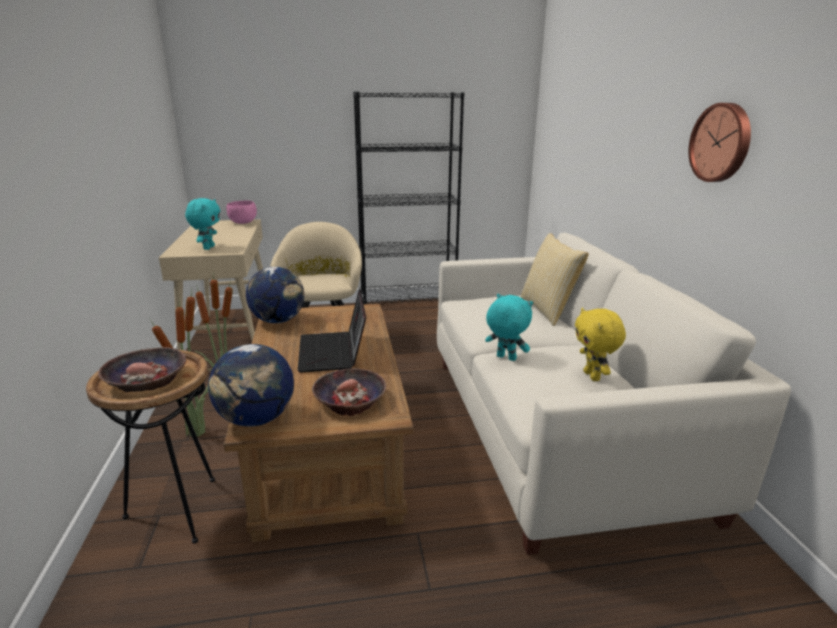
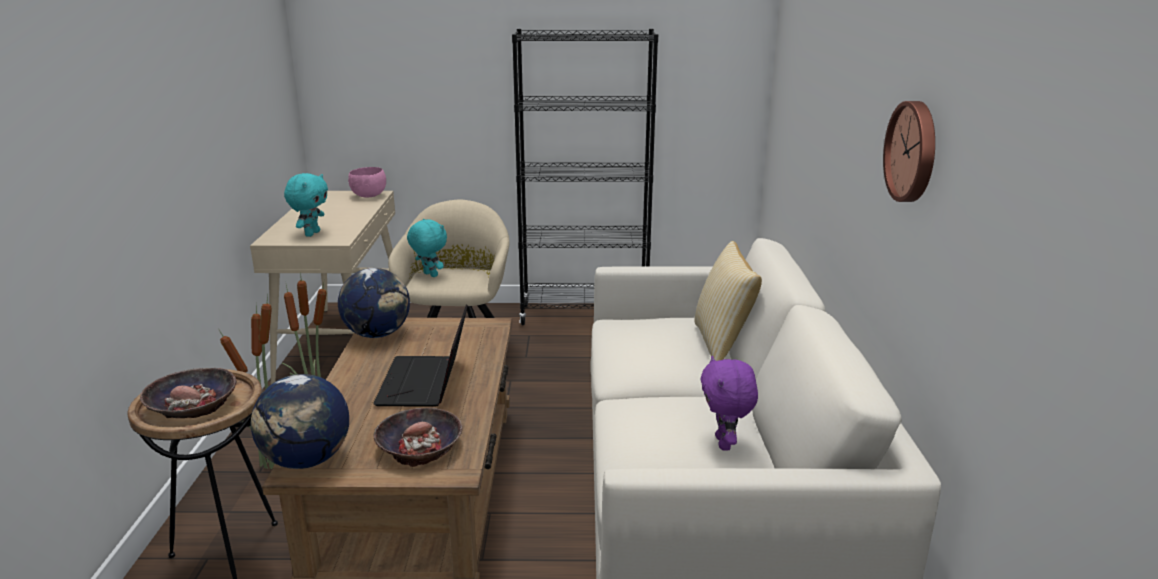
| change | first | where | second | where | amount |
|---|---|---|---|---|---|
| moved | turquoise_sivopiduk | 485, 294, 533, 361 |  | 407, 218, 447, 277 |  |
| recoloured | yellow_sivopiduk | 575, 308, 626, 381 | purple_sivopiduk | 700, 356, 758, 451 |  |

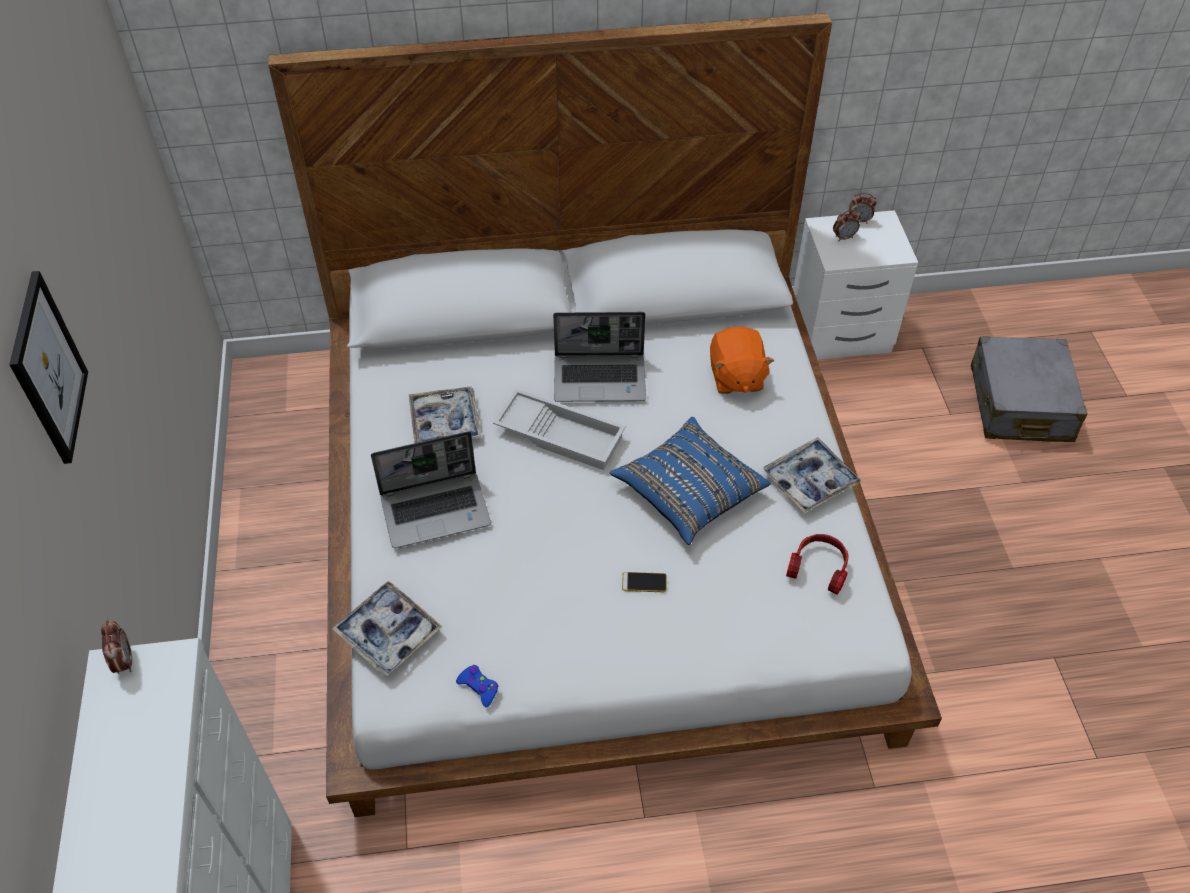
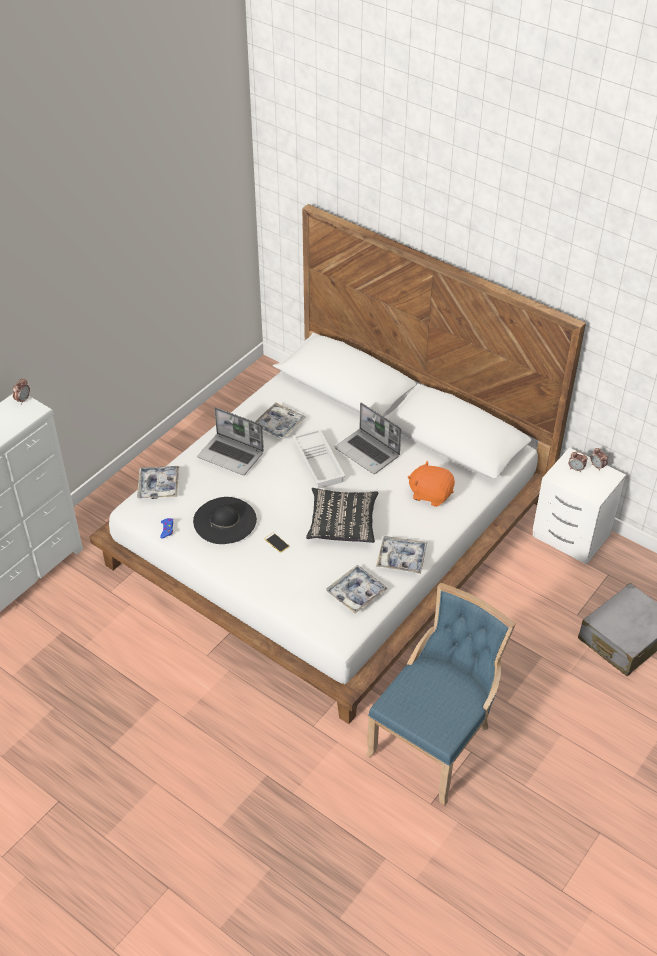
| change | first | where | second | where | amount |
|---|---|---|---|---|---|
| removed | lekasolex | 9, 271, 88, 464 |  |  |  |
| added |  |  | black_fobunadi | 193, 497, 257, 544 |  |
| added |  |  | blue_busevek | 365, 583, 516, 806 |  |
| replaced | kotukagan | 786, 534, 848, 595 | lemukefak | 326, 565, 388, 614 |  |
| recoloured | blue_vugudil | 610, 417, 771, 545 | black_vugudil | 306, 488, 378, 543 |  |
| turned | orange_sivopiduk | 710, 327, 774, 394 |  | 408, 461, 455, 507 | 75 degrees clockwise |

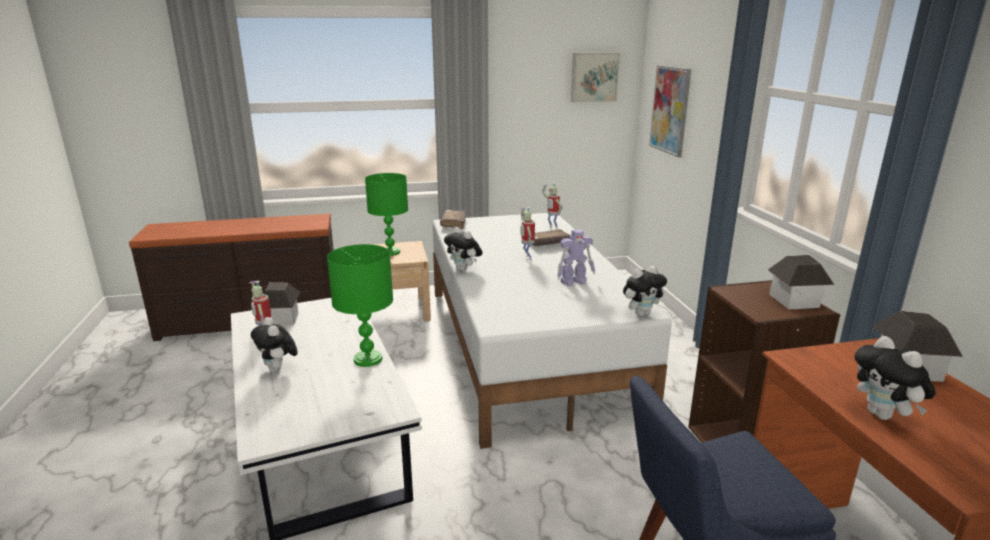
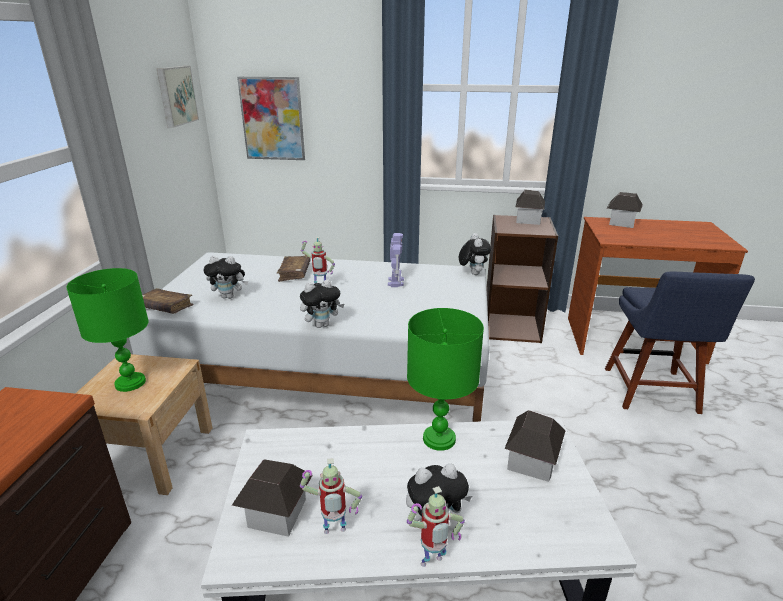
| change | first | where | second | where | amount |
|---|---|---|---|---|---|
| added |  |  | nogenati | 505, 410, 565, 482 |  |
| moved | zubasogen | 542, 183, 563, 229 |  | 407, 486, 465, 567 |  |
| moved | sivopiduk | 854, 336, 936, 420 |  | 204, 256, 248, 299 |  |

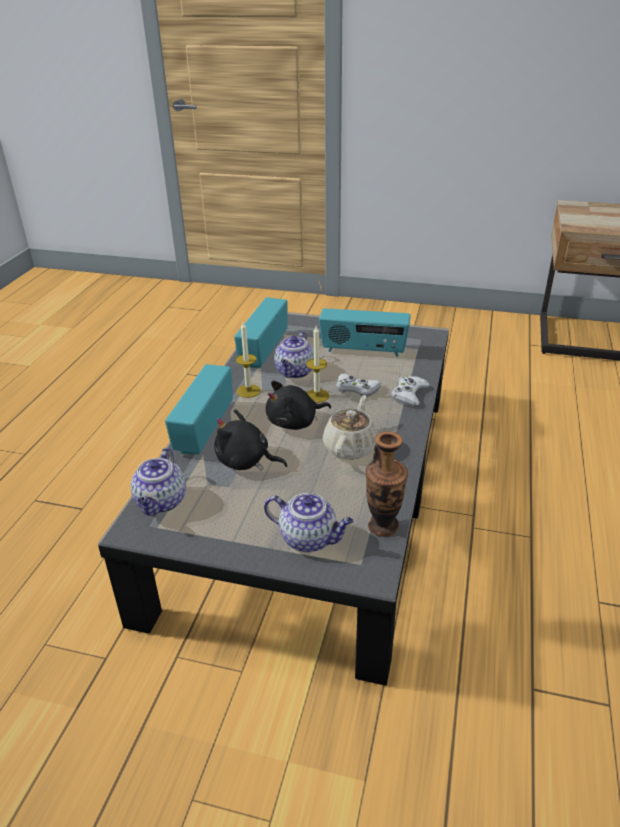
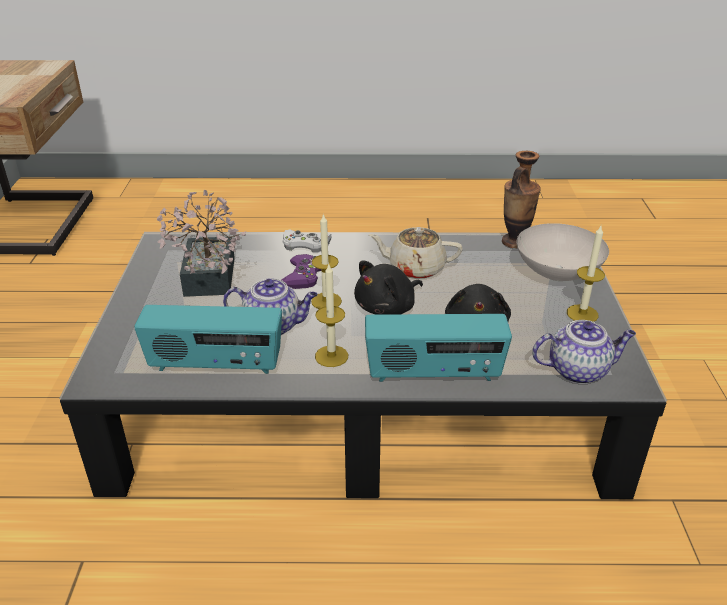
| change | first | where | second | where | amount |
|---|---|---|---|---|---|
| added |  |  | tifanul | 567, 226, 605, 322 |  |
| replaced | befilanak | 264, 493, 354, 553 | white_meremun | 517, 223, 609, 281 |  |
| replaced | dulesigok | 319, 308, 411, 356 | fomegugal | 157, 190, 246, 297 |  |
| recoloured | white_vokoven | 337, 374, 381, 398 | purple_vokoven | 282, 254, 321, 289 |  |
| turned | black_sivopiduk | 266, 381, 331, 430 |  | 354, 260, 423, 315 | 90 degrees clockwise |

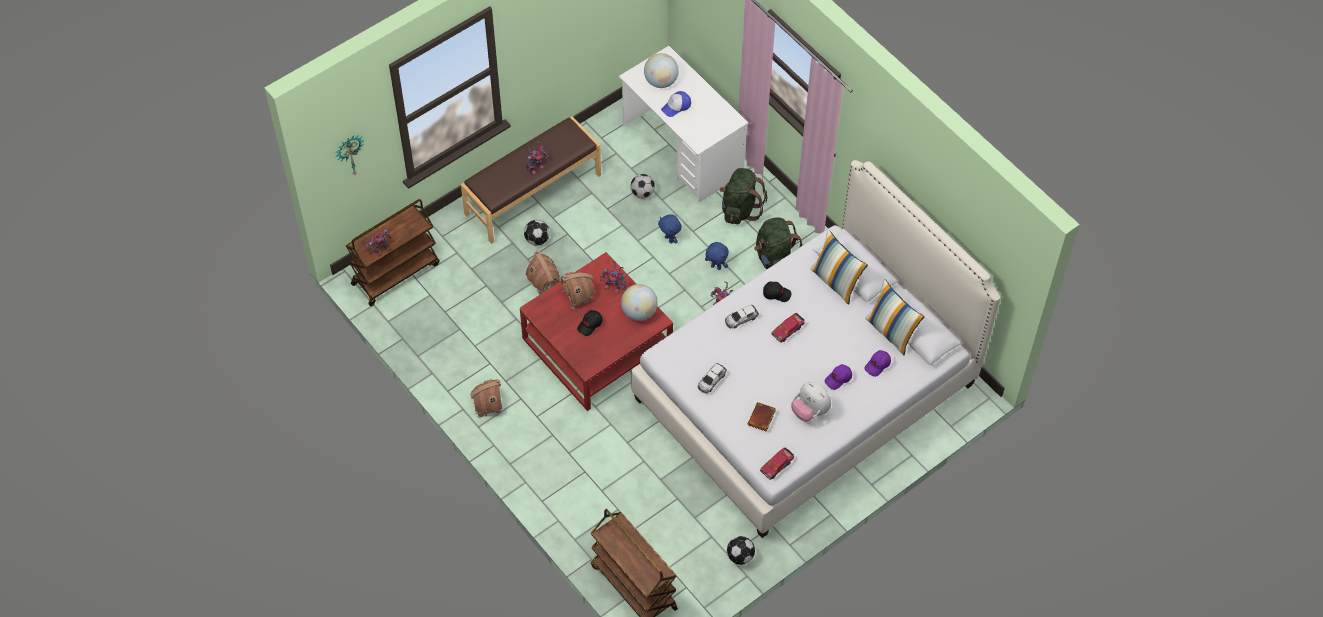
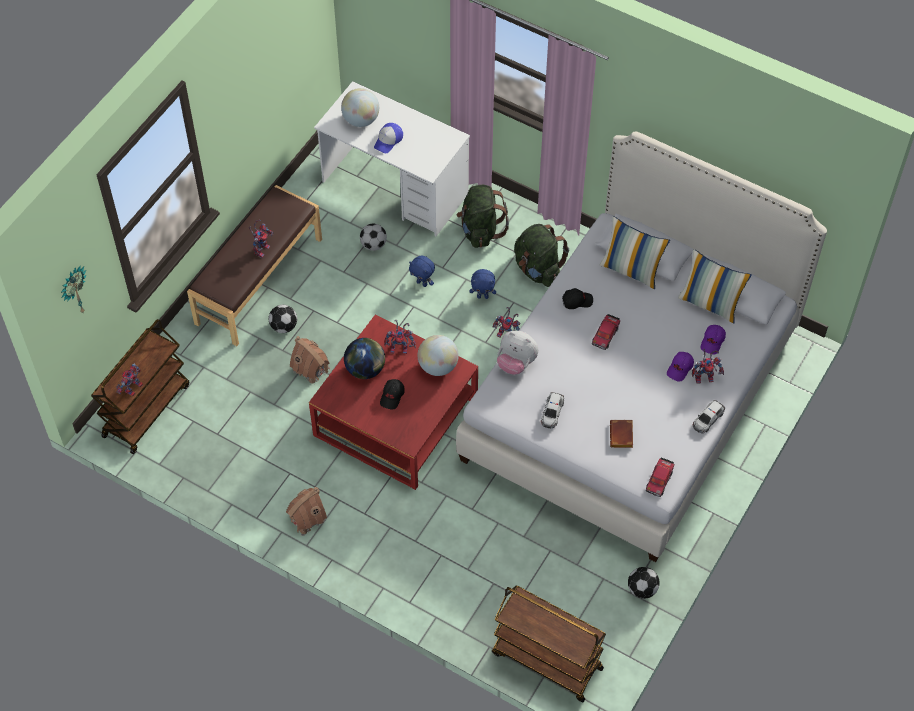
| change | first | where | second | where | amount |
|---|---|---|---|---|---|
| added |  |  | zubasogen | 692, 349, 724, 384 |  |
| moved | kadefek | 725, 305, 759, 329 |  | 693, 400, 725, 433 |  |
| moved | sivopiduk | 791, 382, 831, 421 |  | 497, 331, 538, 375 |  |
| replaced | nogenati | 560, 272, 595, 309 | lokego | 344, 338, 385, 379 |  |

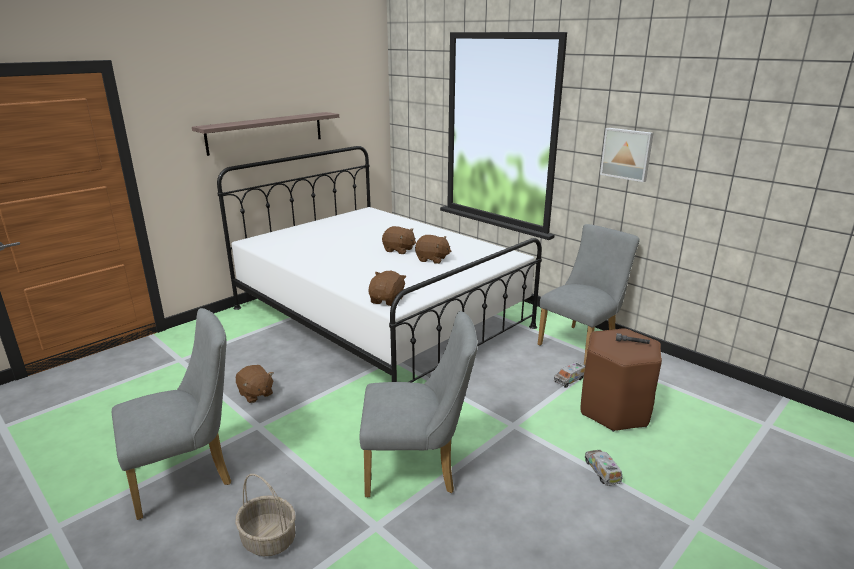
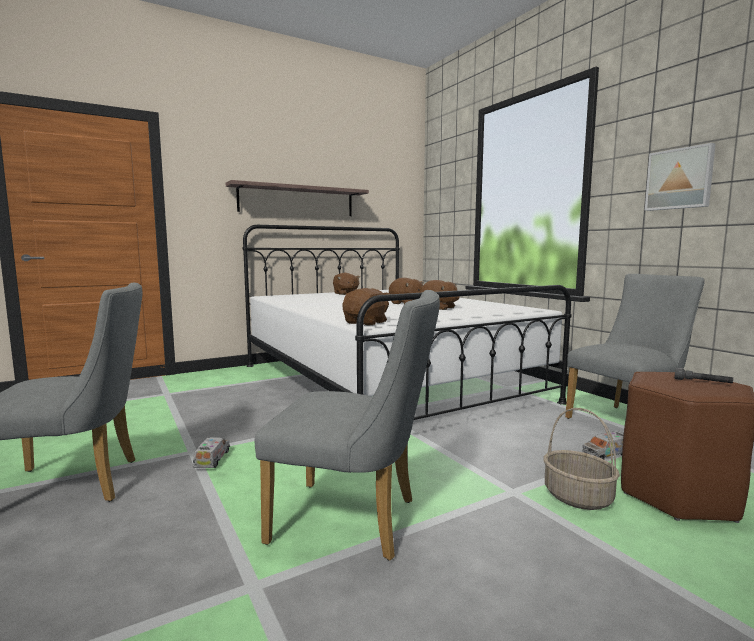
| change | first | where | second | where | amount |
|---|---|---|---|---|---|
| moved | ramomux | 235, 474, 296, 556 |  | 543, 408, 620, 510 |  |
| moved | brown_sivopiduk | 236, 365, 274, 403 |  | 333, 273, 360, 295 |  |
| moved | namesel | 585, 450, 622, 486 |  | 193, 437, 230, 468 |  |

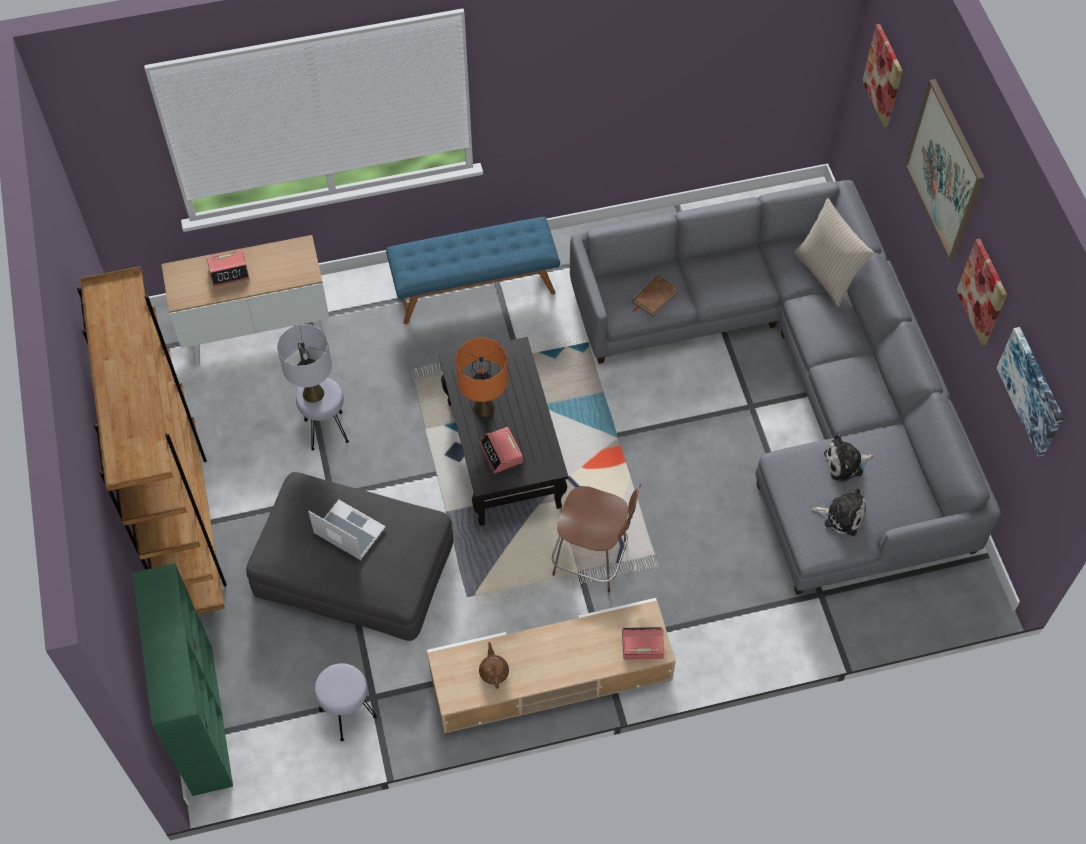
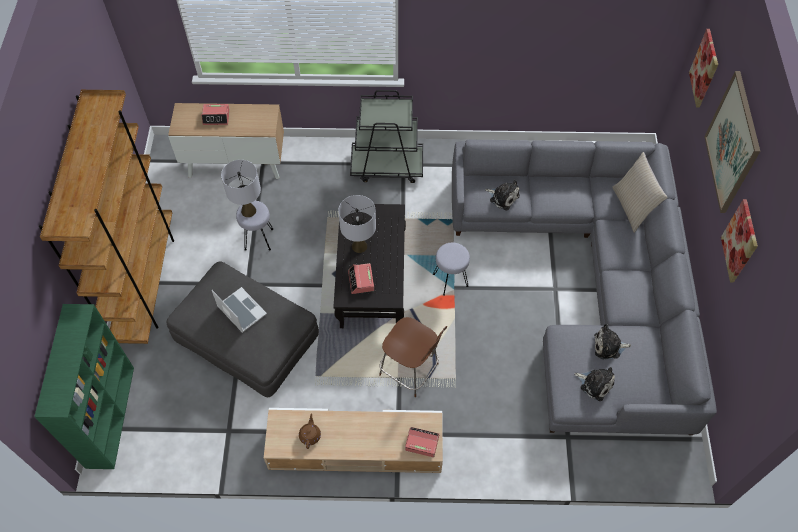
| change | first | where | second | where | amount |
|---|---|---|---|---|---|
| removed | lekasolex | 997, 327, 1064, 456 |  |  |  |
| moved | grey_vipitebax | 314, 663, 377, 741 |  | 433, 243, 470, 296 |  |
| replaced | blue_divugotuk | 386, 217, 560, 324 | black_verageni | 350, 90, 423, 183 |  |
| replaced | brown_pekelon | 632, 275, 678, 317 | sivopiduk | 485, 180, 520, 210 |  |
| recoloured | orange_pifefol | 456, 338, 507, 417 | grey_pifefol | 338, 195, 376, 253 |  |

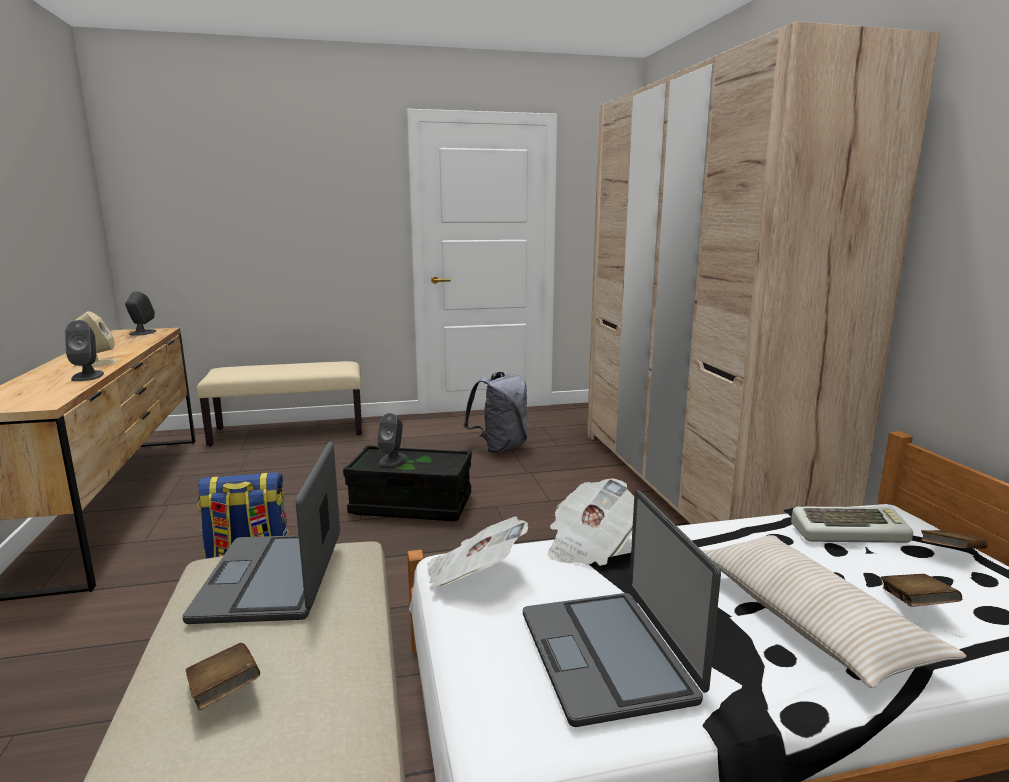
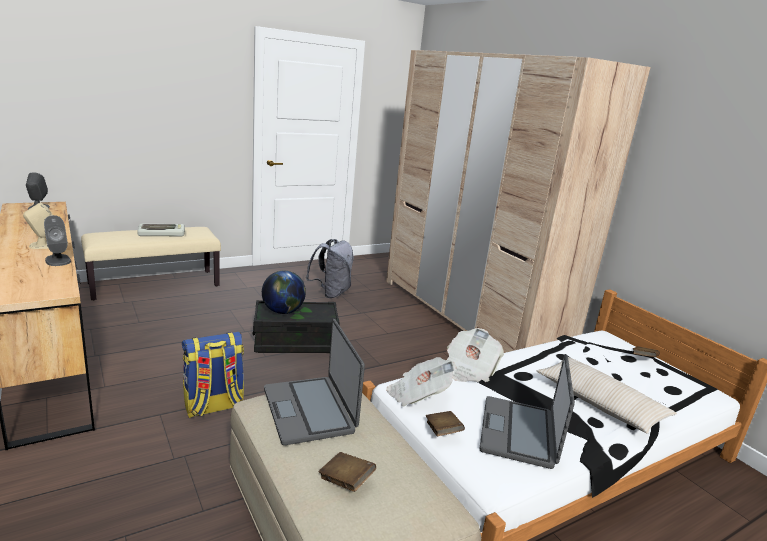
| change | first | where | second | where | amount |
|---|---|---|---|---|---|
| moved | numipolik | 791, 506, 913, 543 |  | 137, 224, 185, 236 |  |
| moved | brown_pekelon | 880, 574, 962, 607 |  | 426, 411, 465, 436 |  |
| replaced | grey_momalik | 377, 413, 406, 466 | lokego | 262, 271, 306, 314 |  |
| turned | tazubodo | 523, 490, 721, 727 |  | 479, 354, 575, 469 | 45 degrees clockwise |

